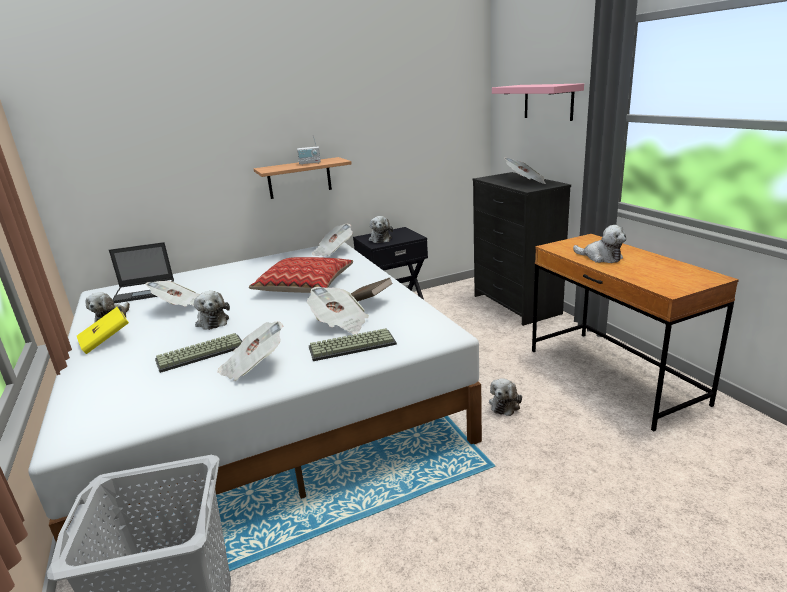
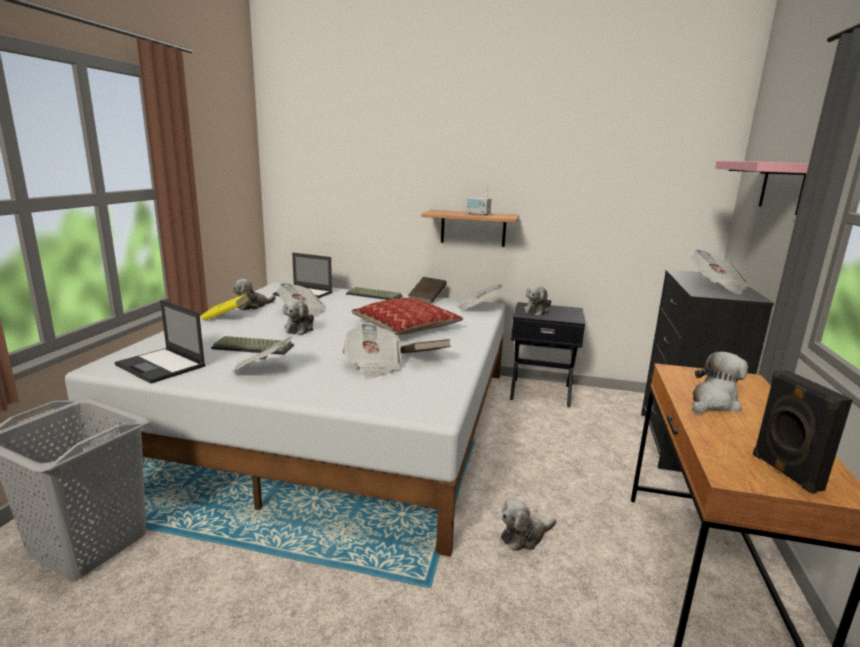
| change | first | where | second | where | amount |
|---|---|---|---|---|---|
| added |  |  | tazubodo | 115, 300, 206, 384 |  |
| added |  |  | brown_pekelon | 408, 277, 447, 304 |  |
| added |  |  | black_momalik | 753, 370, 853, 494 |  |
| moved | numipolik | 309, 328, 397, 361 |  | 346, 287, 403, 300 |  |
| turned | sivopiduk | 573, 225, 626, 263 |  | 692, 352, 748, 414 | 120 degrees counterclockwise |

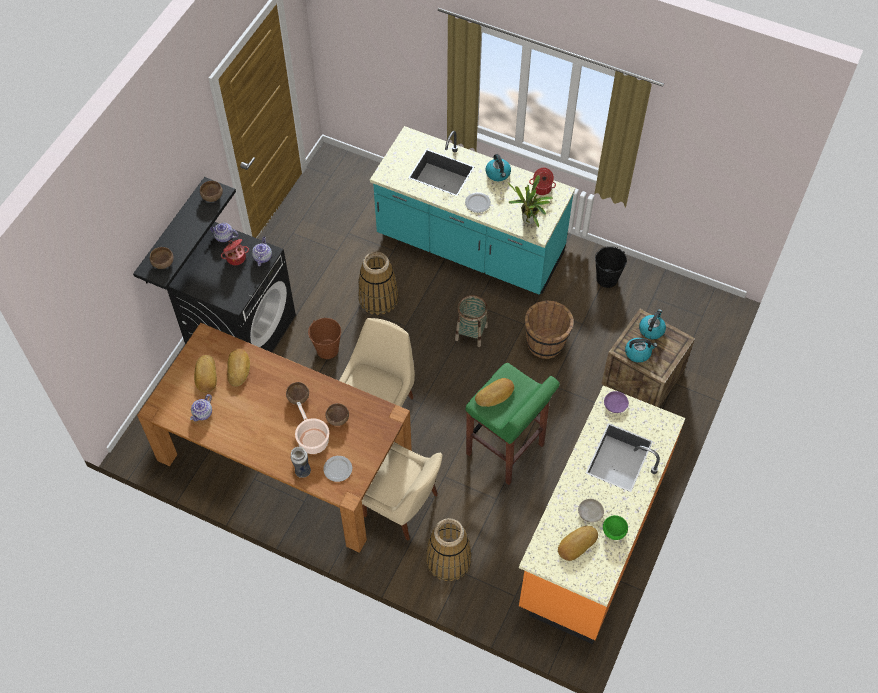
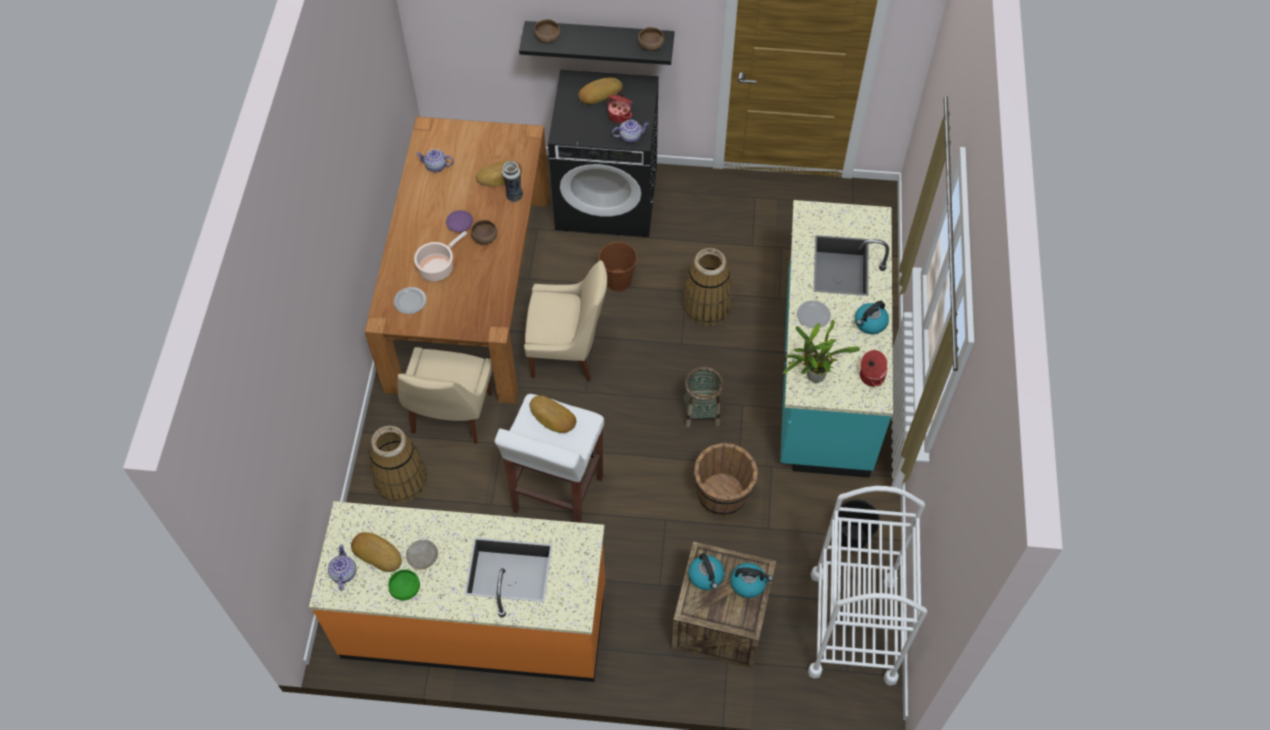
| change | first | where | second | where | amount |
|---|---|---|---|---|---|
| removed | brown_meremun | 326, 403, 349, 426 |  |  |  |
| added |  |  | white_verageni | 808, 486, 927, 686 |  |
| moved | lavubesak | 194, 355, 217, 393 |  | 578, 77, 623, 105 |  |
| moved | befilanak | 210, 223, 238, 242 |  | 328, 544, 356, 591 |  |
| moved | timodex | 291, 447, 311, 478 |  | 502, 161, 523, 202 |  |
| moved | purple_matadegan | 604, 391, 629, 413 |  | 446, 210, 473, 232 |  |
| recoloured | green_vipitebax | 466, 363, 560, 485 | white_vipitebax | 495, 394, 604, 523 |  |

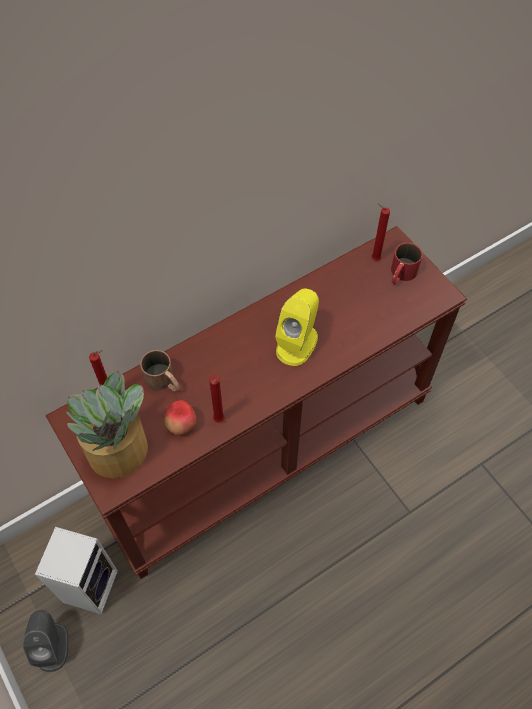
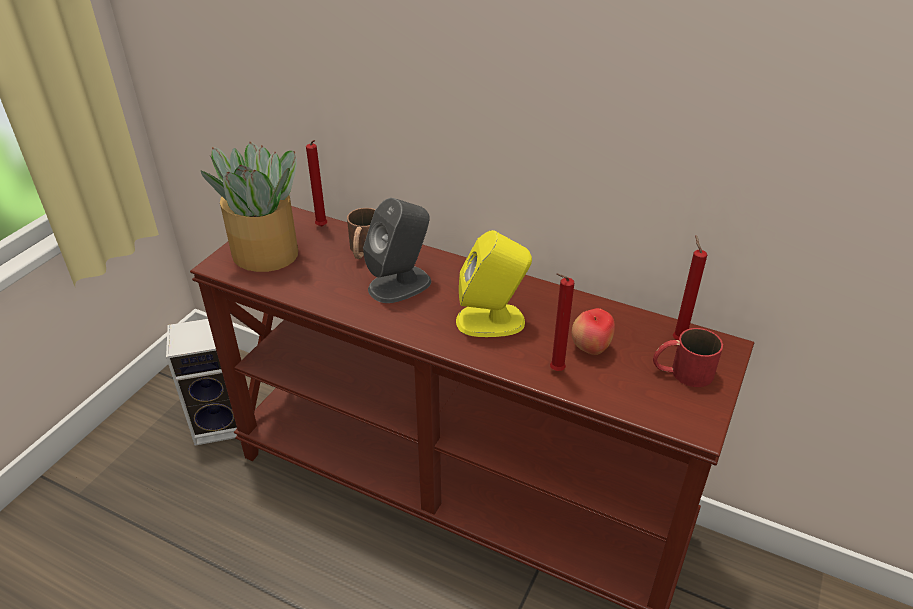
| change | first | where | second | where | amount |
|---|---|---|---|---|---|
| moved | grey_momalik | 23, 610, 69, 672 |  | 363, 198, 431, 303 |  |
| moved | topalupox | 164, 400, 196, 435 |  | 572, 308, 615, 355 |  |
| moved | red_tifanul | 209, 376, 225, 422 |  | 550, 273, 574, 371 |  |

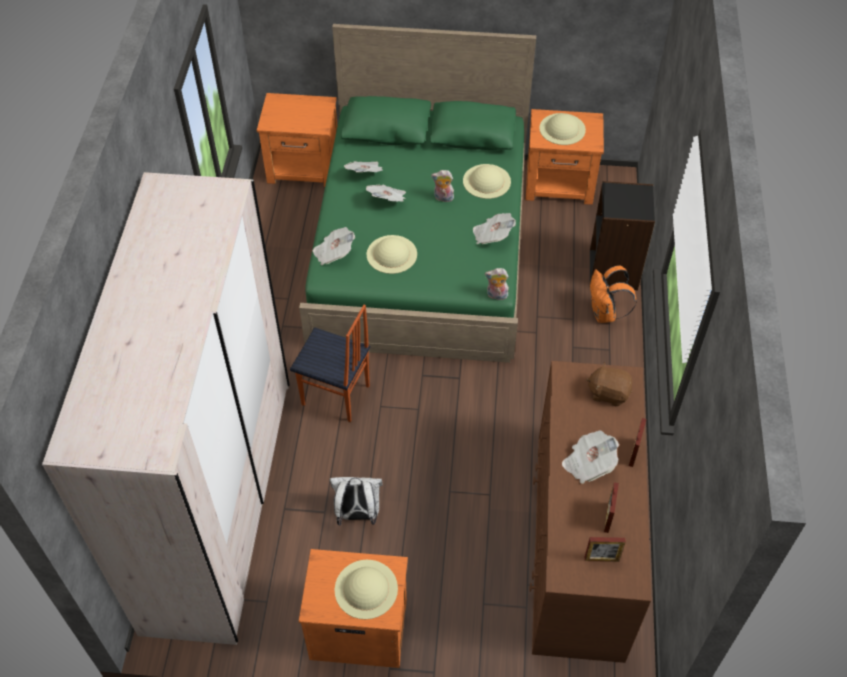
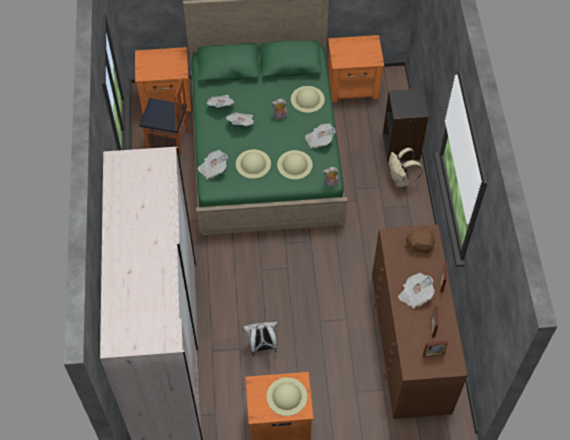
| change | first | where | second | where | amount |
|---|---|---|---|---|---|
| moved | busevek | 290, 305, 370, 422 |  | 139, 77, 189, 155 |  |
| moved | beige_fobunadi | 539, 113, 586, 145 |  | 277, 150, 313, 180 |  |
| recoloured | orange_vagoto | 590, 265, 637, 323 | beige_vagoto | 389, 147, 422, 187 |  |

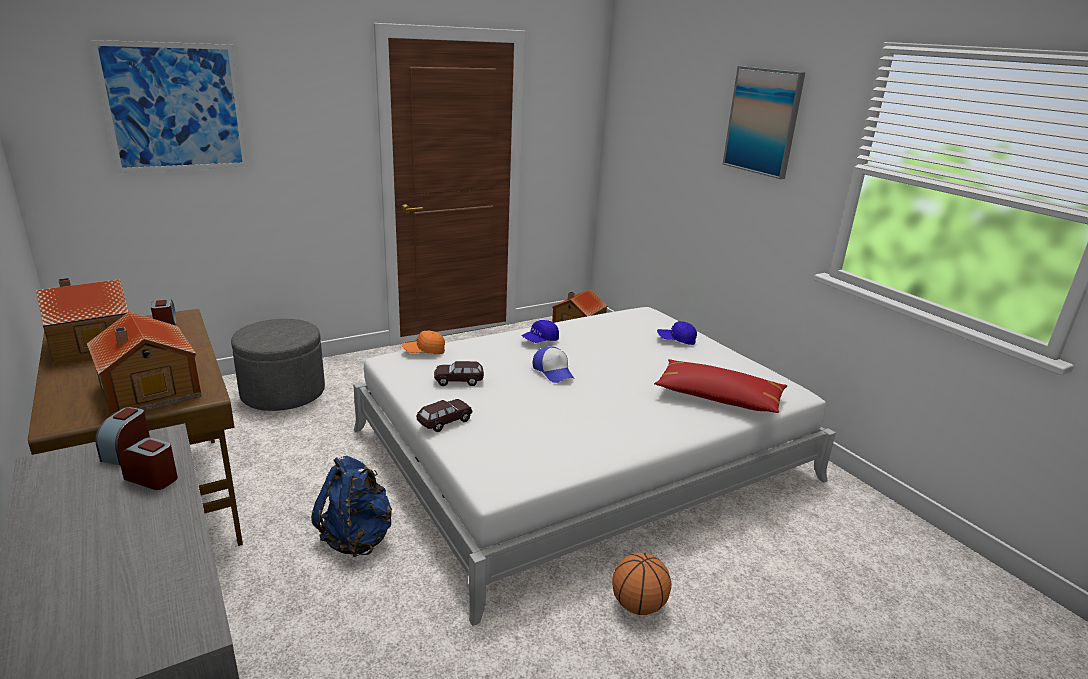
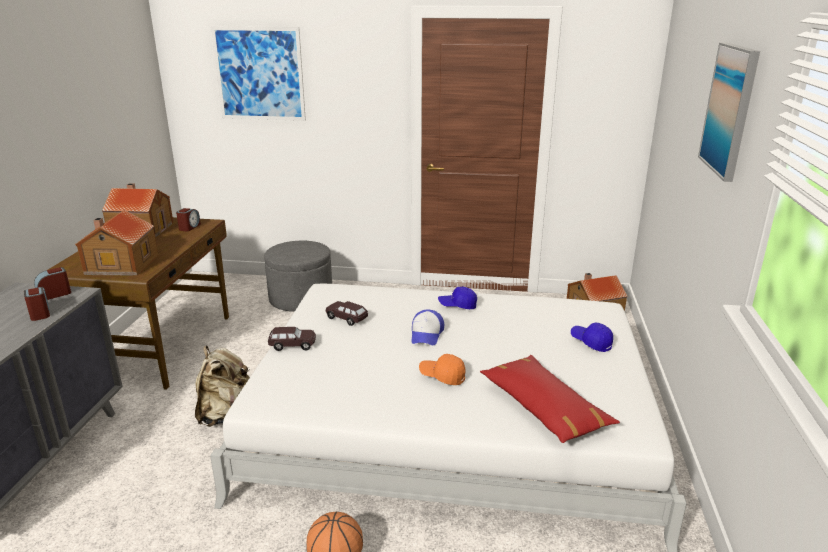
| change | first | where | second | where | amount |
|---|---|---|---|---|---|
| moved | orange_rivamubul | 402, 330, 445, 354 |  | 419, 354, 466, 385 |  |
| recoloured | blue_vagoto | 311, 456, 392, 557 | beige_vagoto | 195, 346, 250, 427 |  |

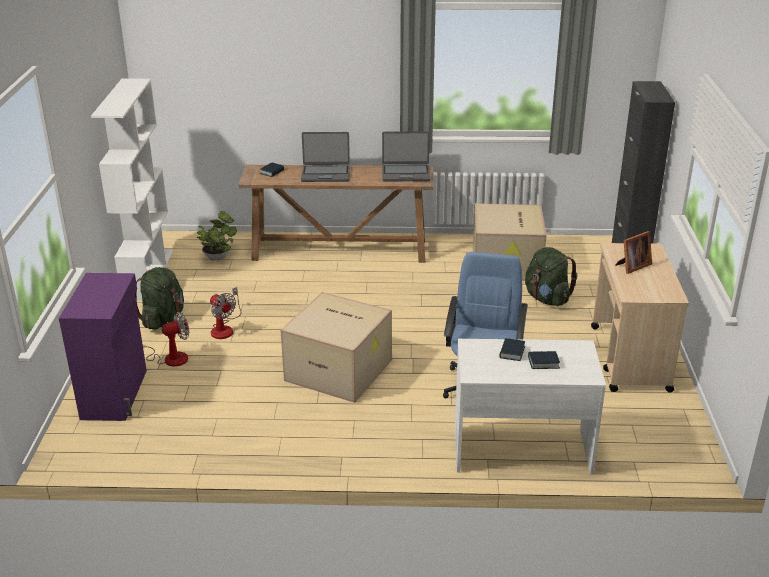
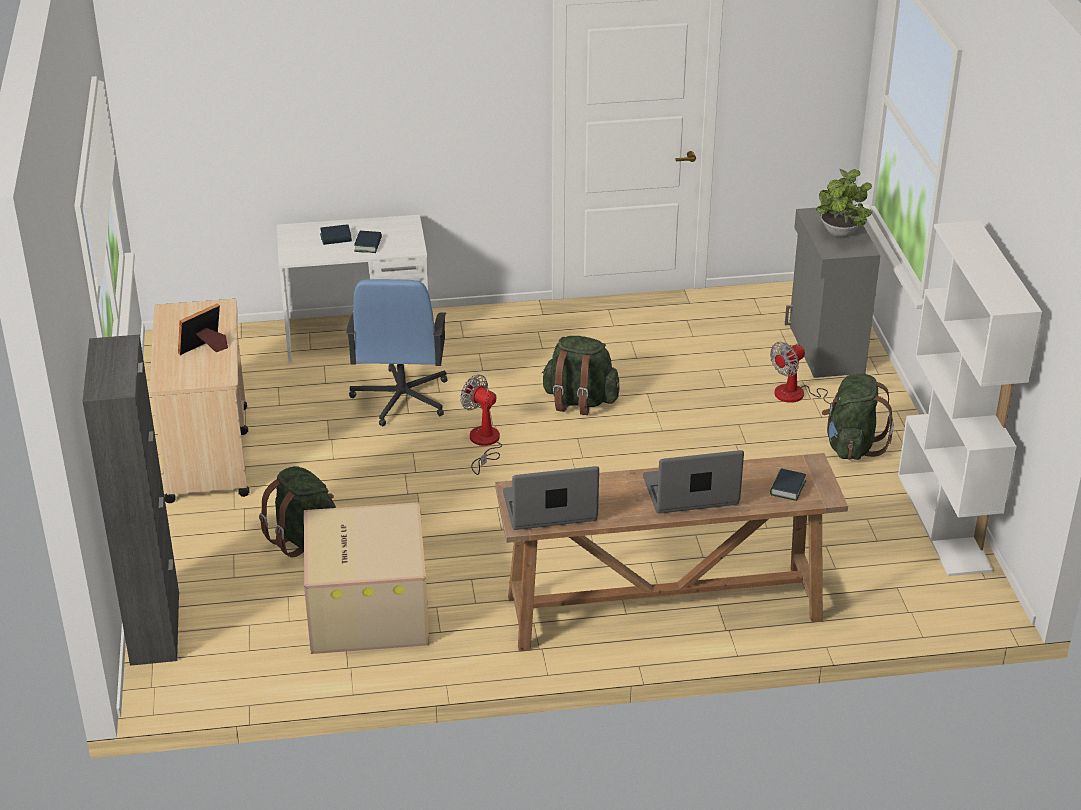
| change | first | where | second | where | amount |
|---|---|---|---|---|---|
| moved | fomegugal | 196, 211, 237, 261 |  | 816, 169, 872, 237 |  |
| moved | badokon | 210, 287, 242, 339 |  | 460, 375, 502, 475 |  |
| replaced | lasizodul | 281, 292, 392, 403 | green_vagoto | 541, 336, 619, 415 |  |
| recoloured | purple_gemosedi | 59, 273, 147, 421 | grey_gemosedi | 785, 207, 880, 378 |  |

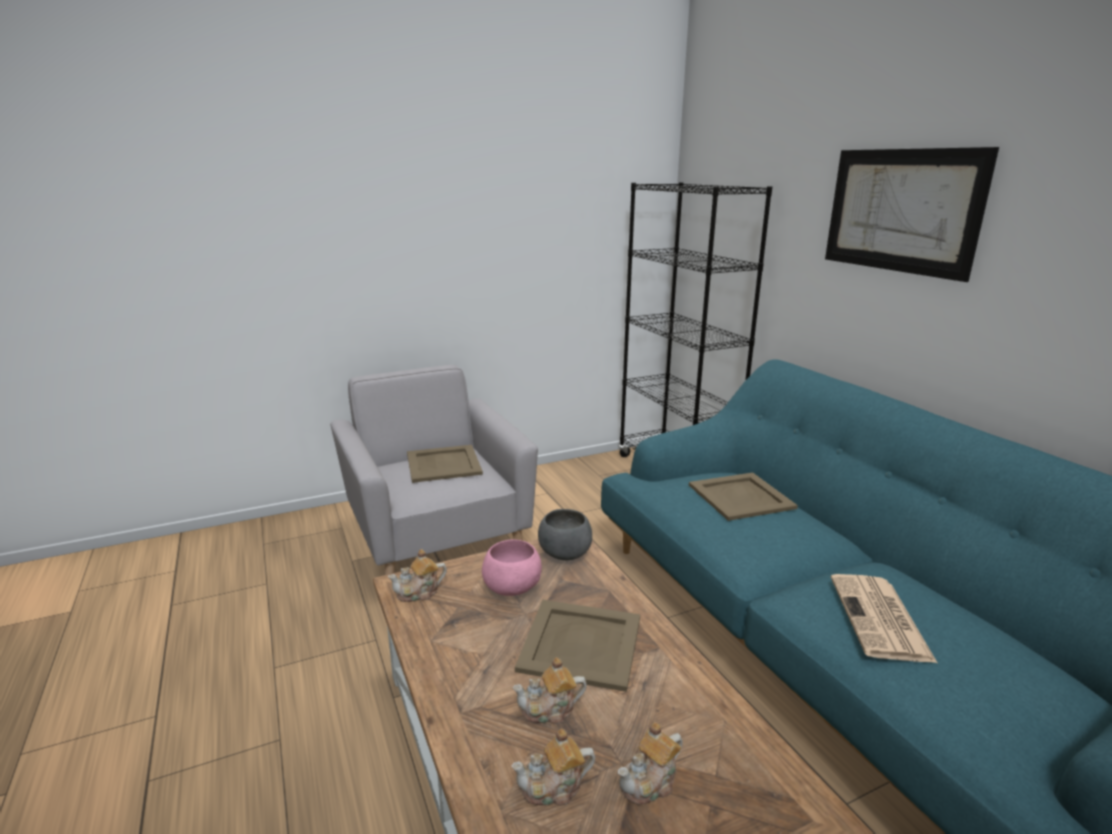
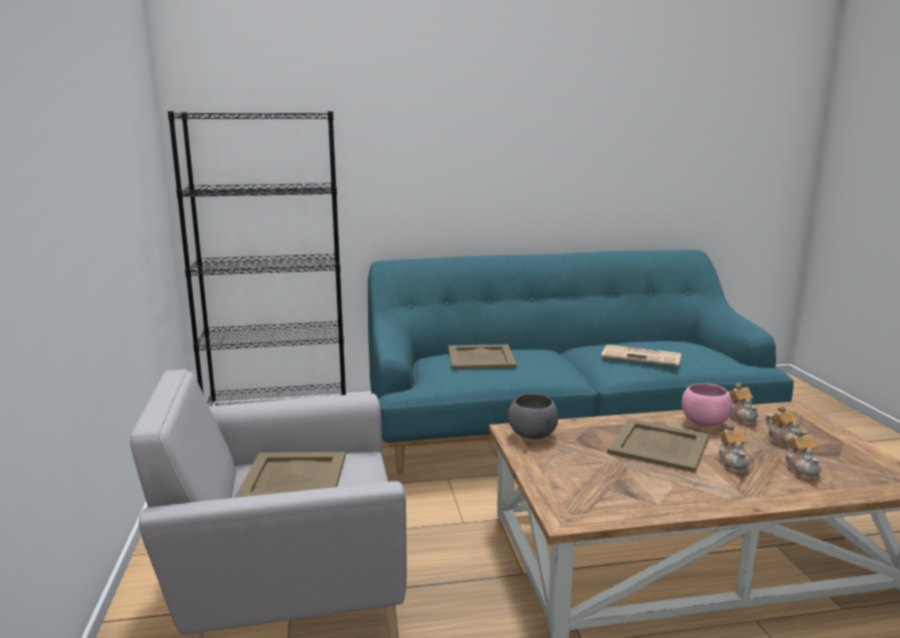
| change | first | where | second | where | amount |
|---|---|---|---|---|---|
| removed | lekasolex | 825, 147, 999, 282 |  |  |  |
| moved | befilanak | 388, 549, 447, 602 |  | 729, 383, 758, 426 |  |
| moved | pink_meremun | 482, 539, 542, 596 |  | 681, 383, 732, 427 |  |

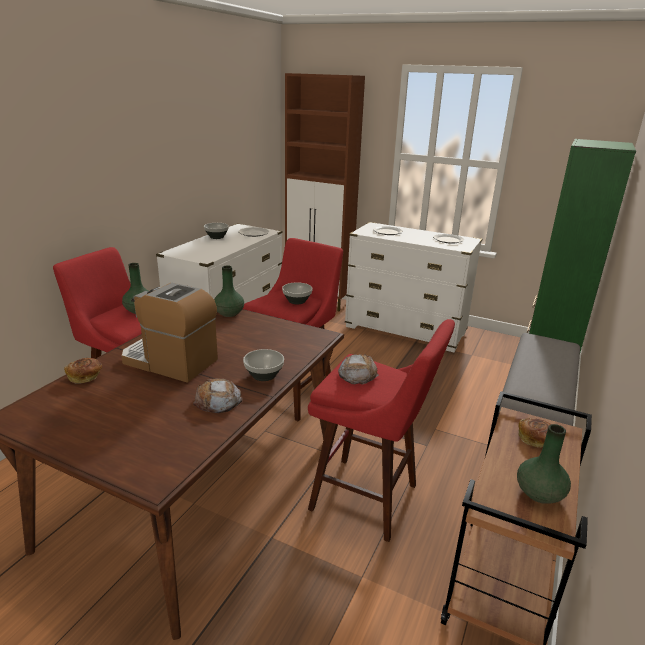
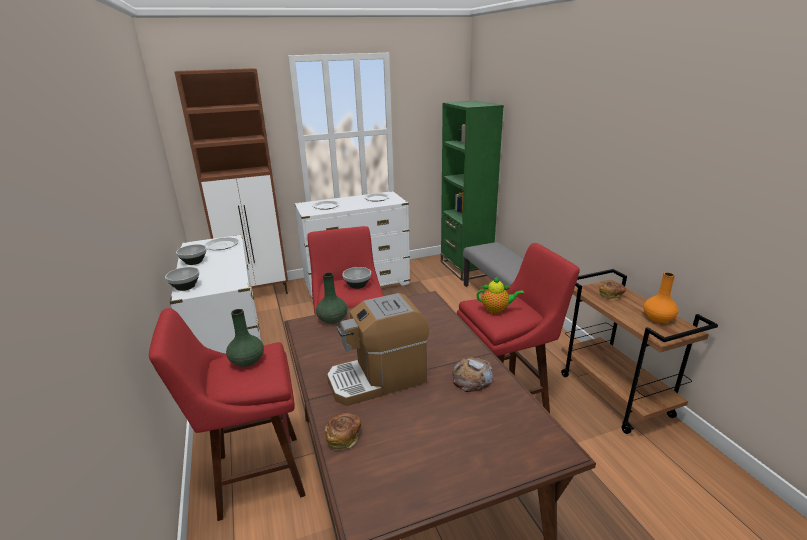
| change | first | where | second | where | amount |
|---|---|---|---|---|---|
| moved | meremun | 243, 349, 284, 381 |  | 165, 267, 199, 291 |  |
| replaced | lavubesak | 338, 354, 379, 385 | befilanak | 477, 277, 524, 314 |  |
| recoloured | green_timodex | 517, 424, 571, 504 | orange_timodex | 643, 272, 678, 323 |  |

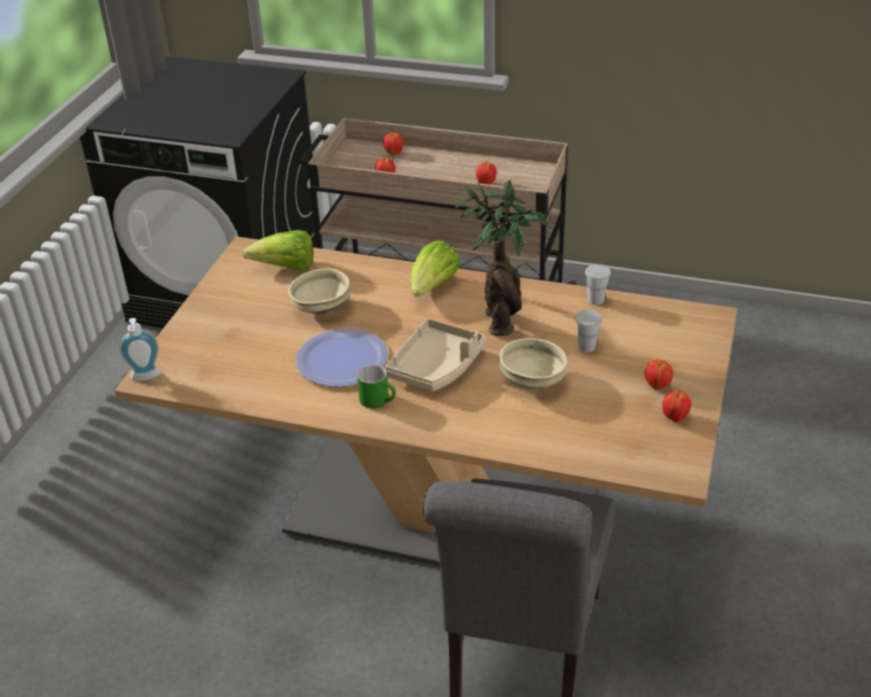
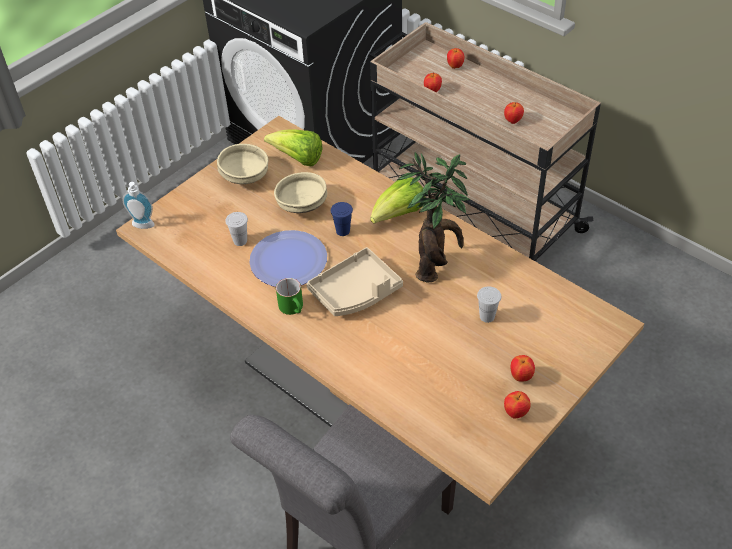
| change | first | where | second | where | amount |
|---|---|---|---|---|---|
| added |  |  | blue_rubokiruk | 331, 202, 353, 236 |  |
| moved | beige_meremun | 499, 338, 568, 390 |  | 217, 144, 268, 184 |  |
| moved | white_rubokiruk | 585, 264, 611, 305 |  | 225, 212, 248, 246 |  |

